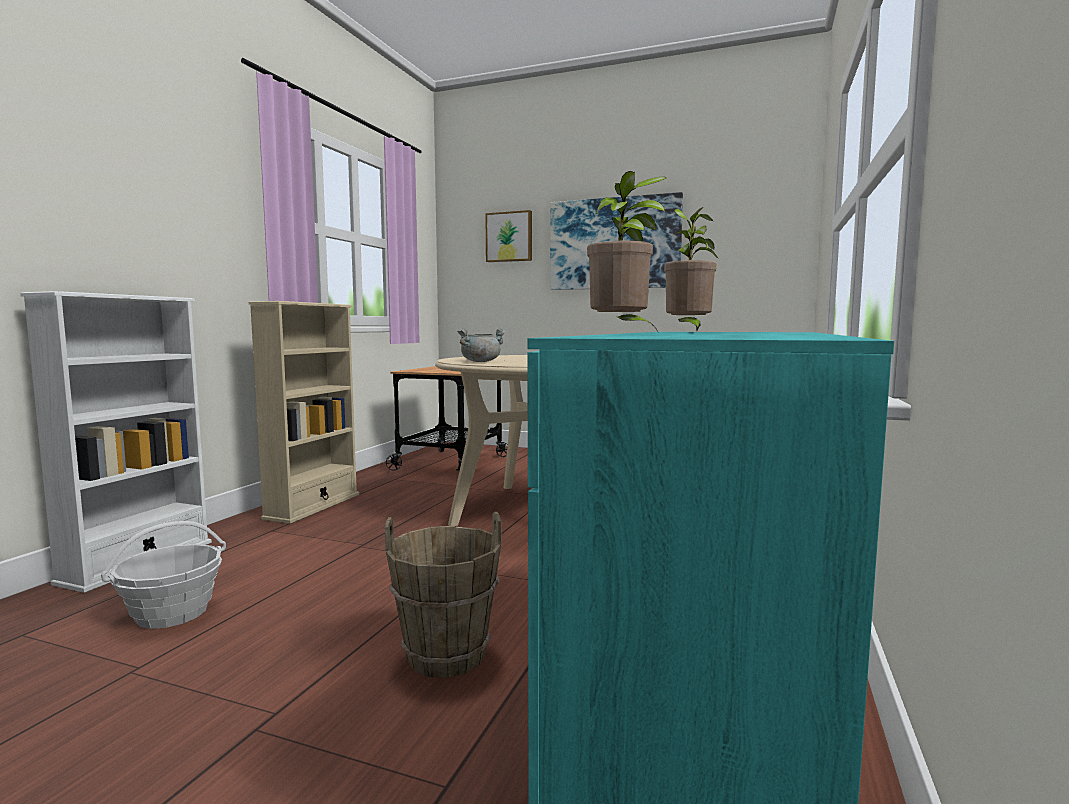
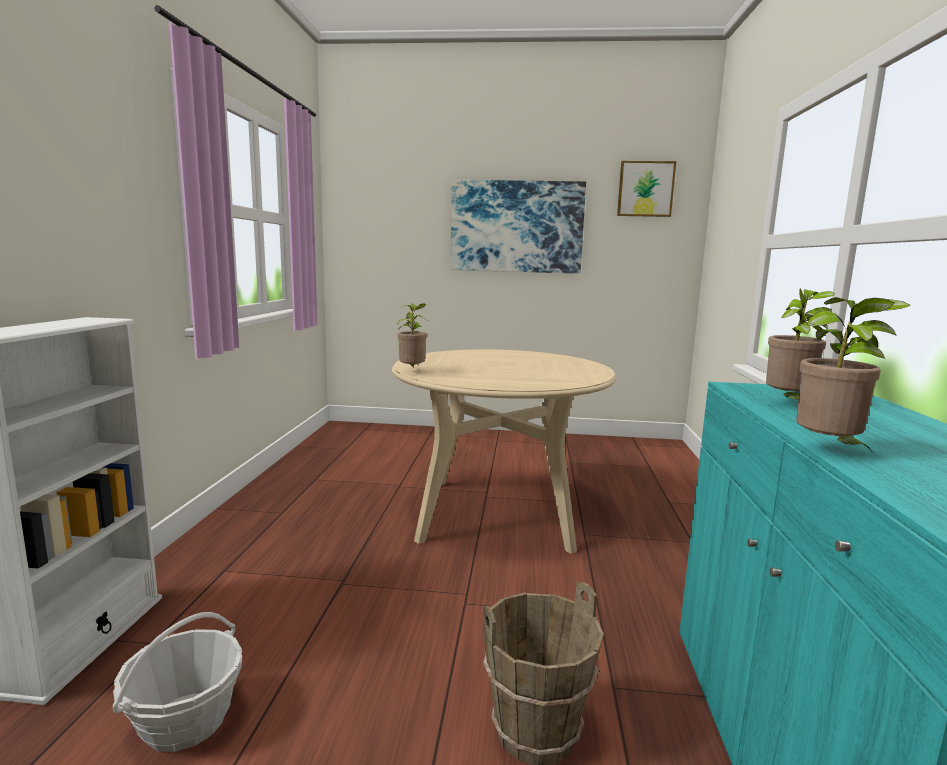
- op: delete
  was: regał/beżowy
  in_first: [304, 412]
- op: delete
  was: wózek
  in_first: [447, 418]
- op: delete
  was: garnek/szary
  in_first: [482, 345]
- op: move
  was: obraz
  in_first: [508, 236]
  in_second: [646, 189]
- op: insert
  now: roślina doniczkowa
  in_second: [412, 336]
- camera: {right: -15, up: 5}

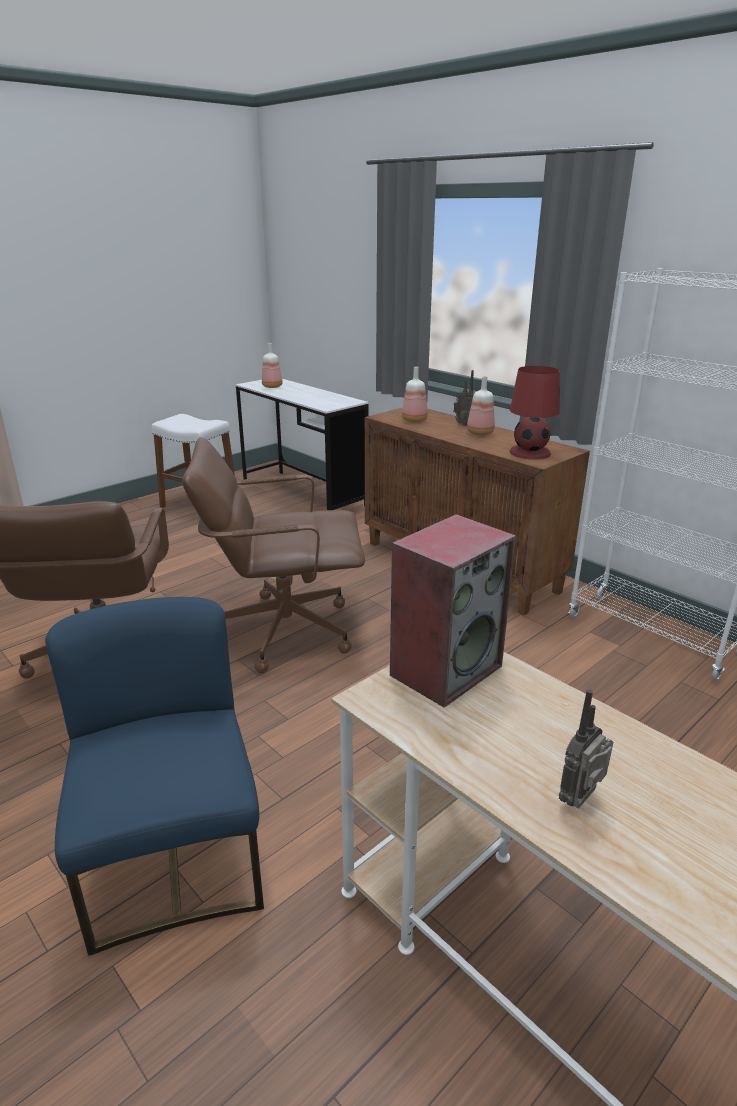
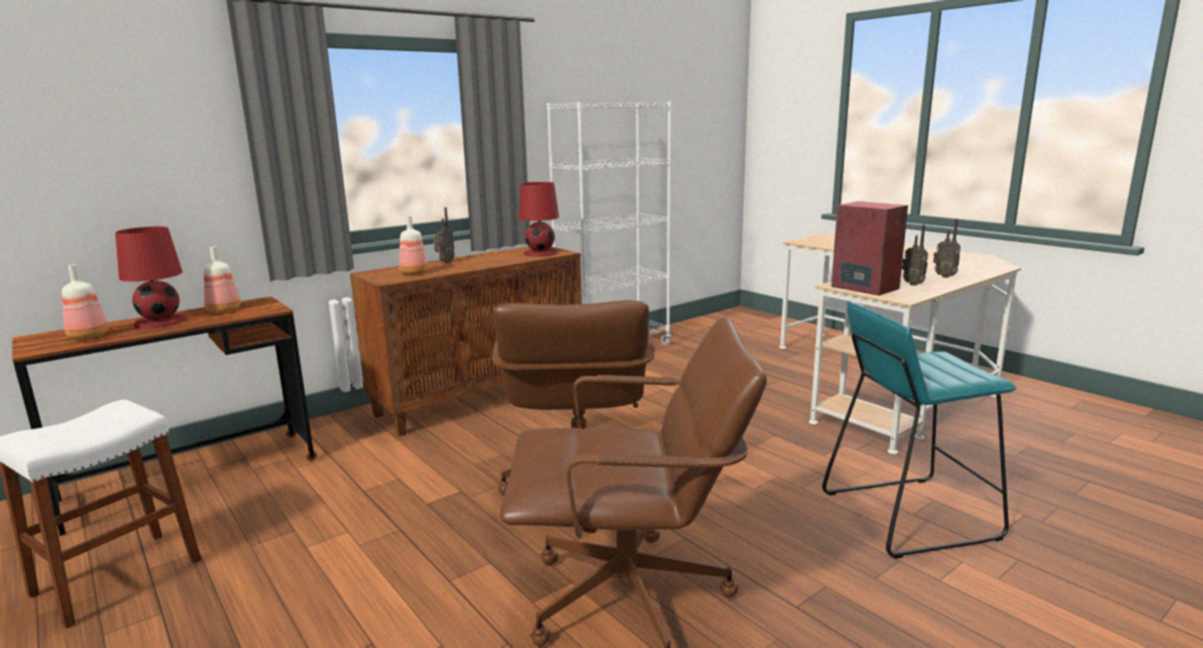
- op: replace
  was: krzesło/niebieski
  now: stołek/turkusowy
  in_first: [154, 776]
  in_second: [919, 431]
- op: recolor
  was: biurko/biały
  now: biurko/brązowy
  in_first: [302, 444]
  in_second: [164, 416]
- op: move
  was: butelka
  in_first: [481, 405]
  in_second: [222, 279]
- op: insert
  now: lampa stołowa/czerwony
  in_second: [151, 278]
- op: insert
  now: radio
  in_second: [915, 255]
- camera: {right: -85, up: -10}

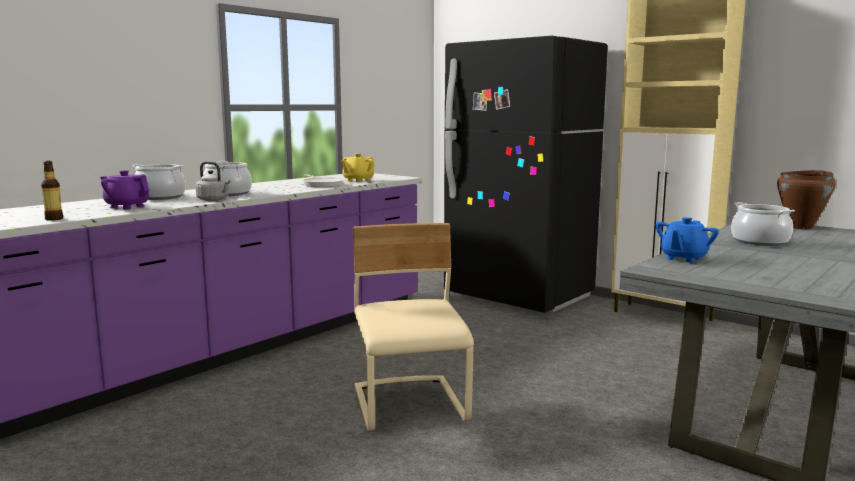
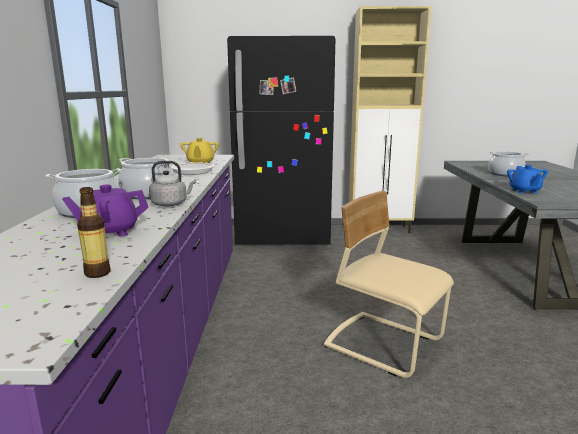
- op: delete
  was: garnek/brązowy
  in_first: [806, 199]
- camera: {right: -40, up: 5}

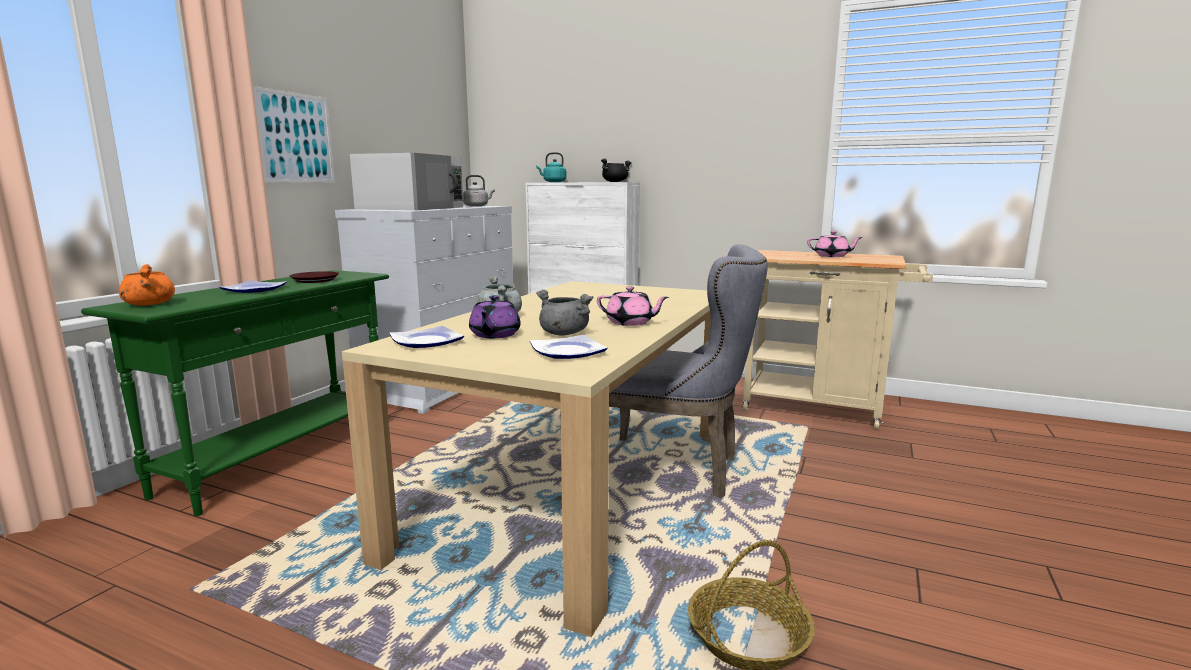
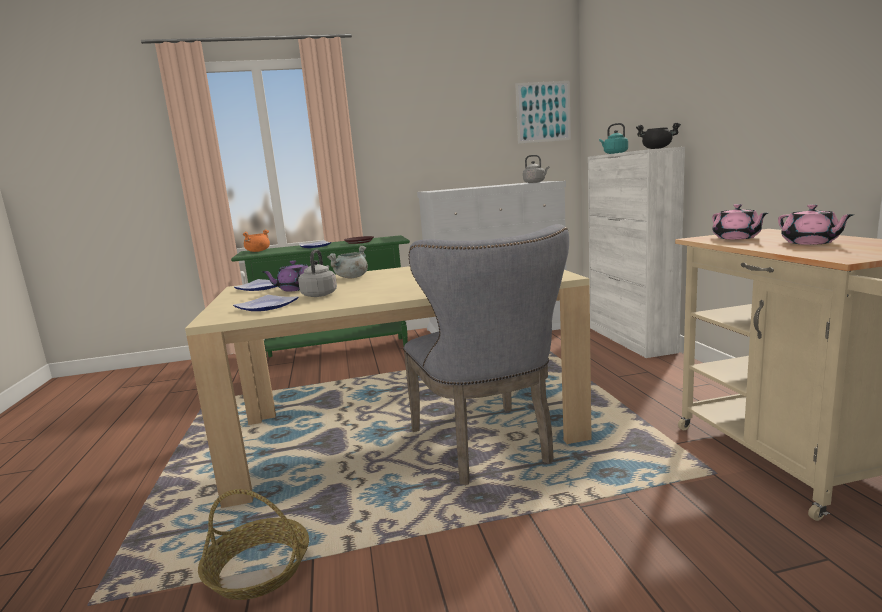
- op: move
  was: obraz
  in_first: [294, 134]
  in_second: [543, 112]
- op: delete
  was: mikrofalówka/biały
  in_first: [406, 181]
- op: replace
  was: garnek/szary
  now: czajnik/szary
  in_first: [565, 312]
  in_second: [317, 273]
- op: move
  was: imbryk/różowy
  in_first: [633, 306]
  in_second: [740, 222]
- camera: {right: 55, up: 0}

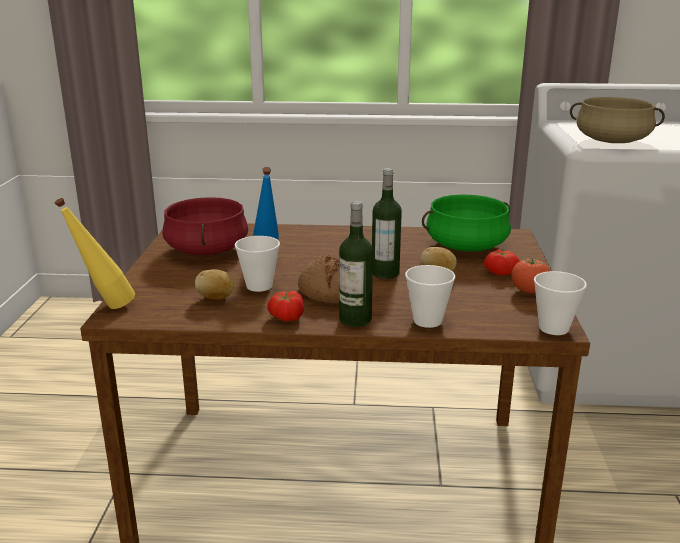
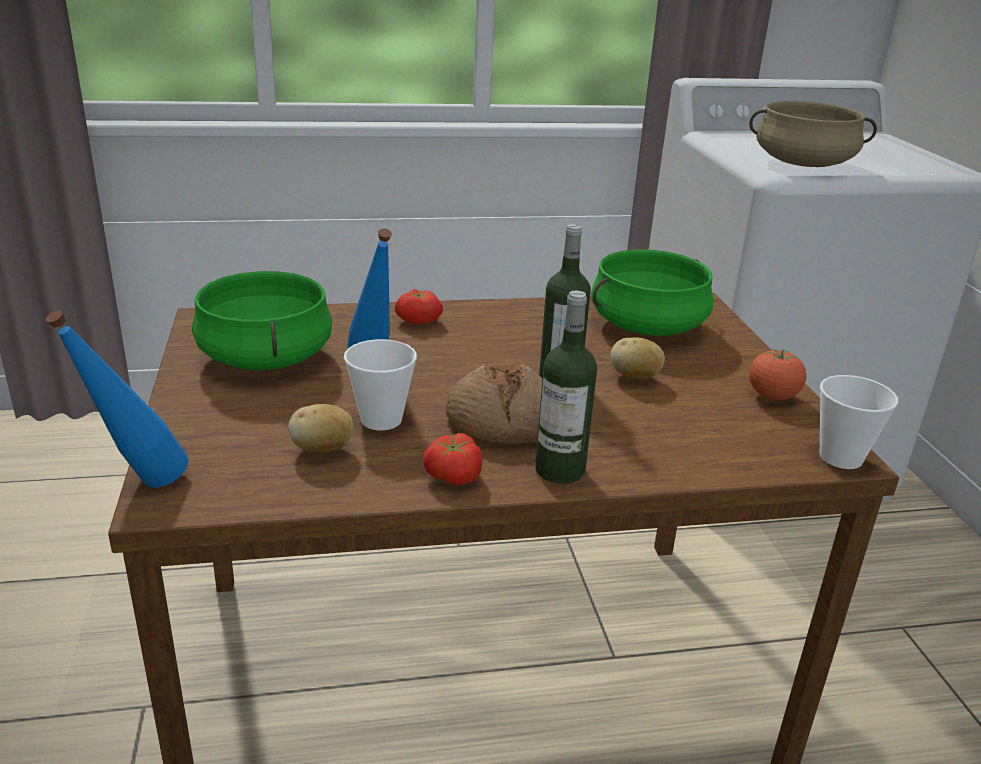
- op: recolor
  was: butelka/żółty
  now: butelka/niebieski
  in_first: [94, 253]
  in_second: [117, 399]
- op: recolor
  was: garnek/czerwony
  now: garnek/zielony
  in_first: [205, 226]
  in_second: [262, 320]
- op: delete
  was: filiżanka
  in_first: [430, 296]
- op: move
  was: pomidor
  in_first: [502, 262]
  in_second: [419, 307]
- camera: {right: -15, up: 5}

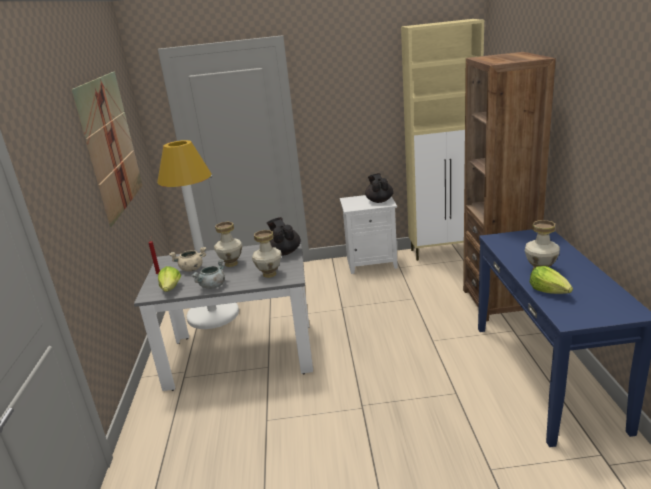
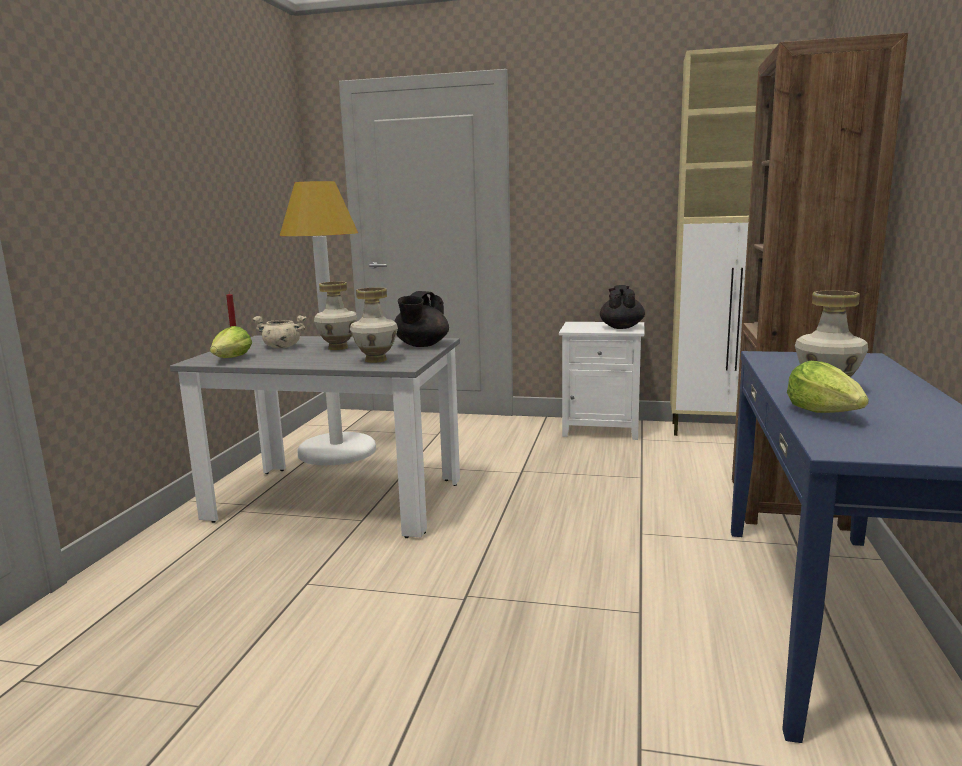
- op: delete
  was: obraz
  in_first: [107, 149]
- op: delete
  was: garnek/szary
  in_first: [208, 274]
- op: rotate
  was: imbryk/czarny
  in_first: [284, 236]
  in_second: [421, 319]
  clockwise: -150
- camera: {right: 15, up: -10}

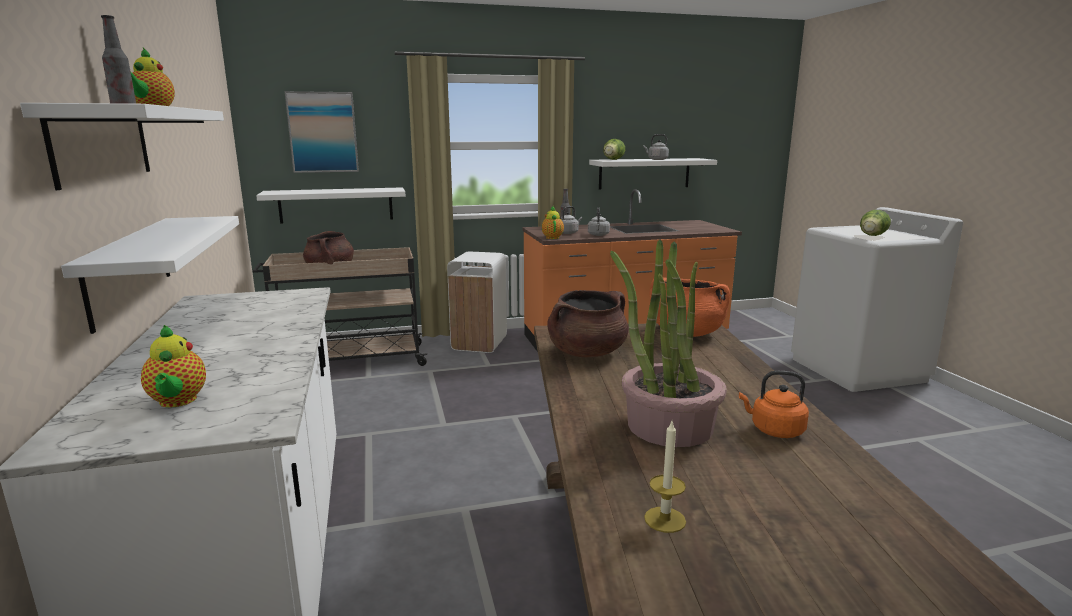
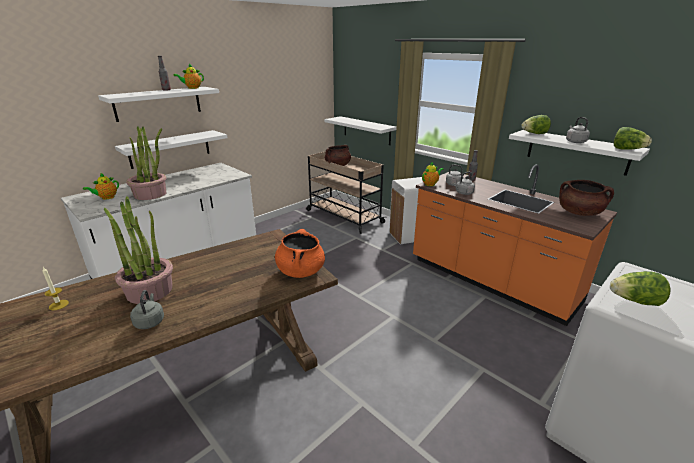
- op: delete
  was: obraz
  in_first: [322, 132]
- op: move
  was: garnek/brązowy
  in_first: [587, 323]
  in_second: [586, 198]
- op: recolor
  was: czajnik/pomarańczowy
  now: czajnik/szary
  in_first: [774, 404]
  in_second: [147, 309]
- op: insert
  now: roślina doniczkowa
  in_second: [146, 163]
- op: insert
  now: sałata
  in_second: [633, 138]
- camera: {right: 60, up: 10}

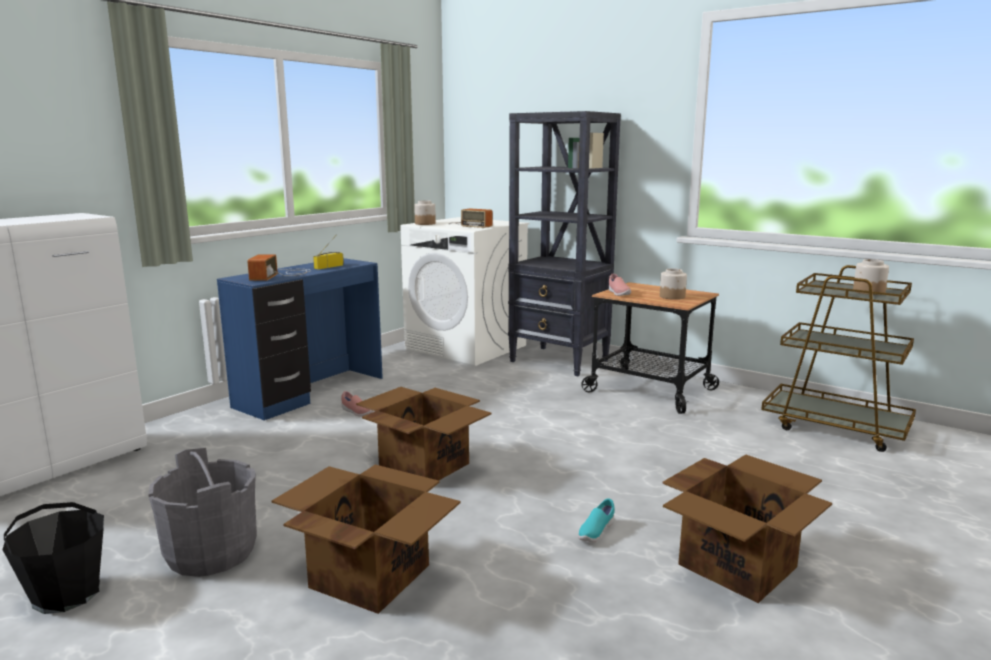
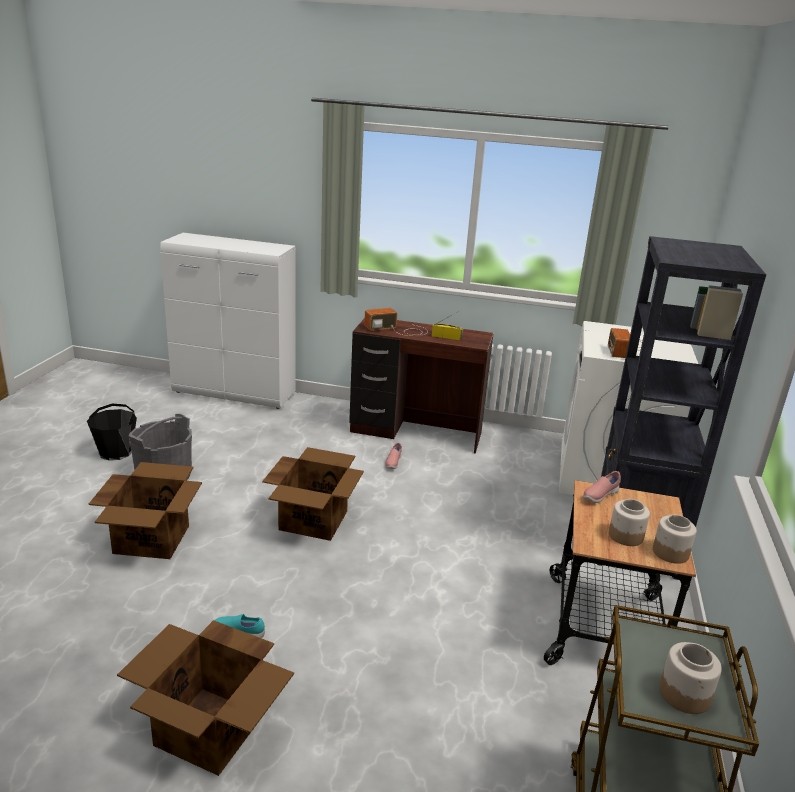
- op: recolor
  was: biurko/niebieski
  now: biurko/brązowy
  in_first: [300, 339]
  in_second: [421, 386]
- op: move
  was: słoik
  in_first: [425, 212]
  in_second: [675, 539]
- camera: {right: 65, up: 10}

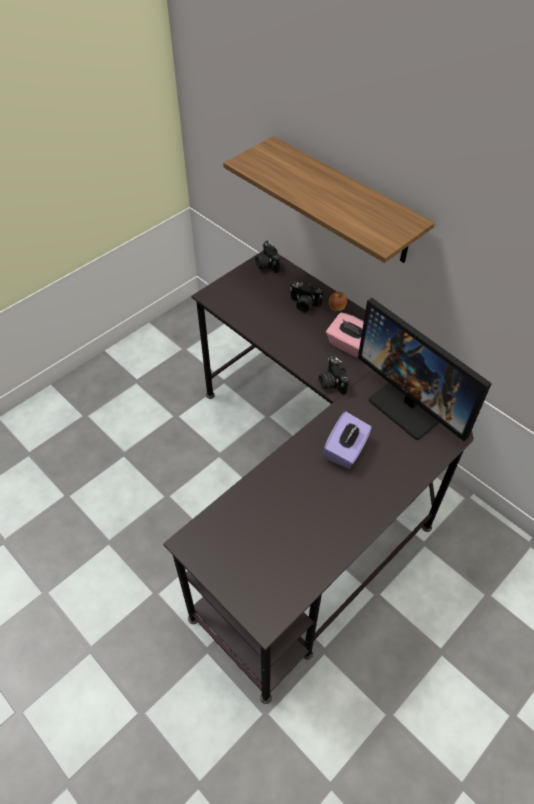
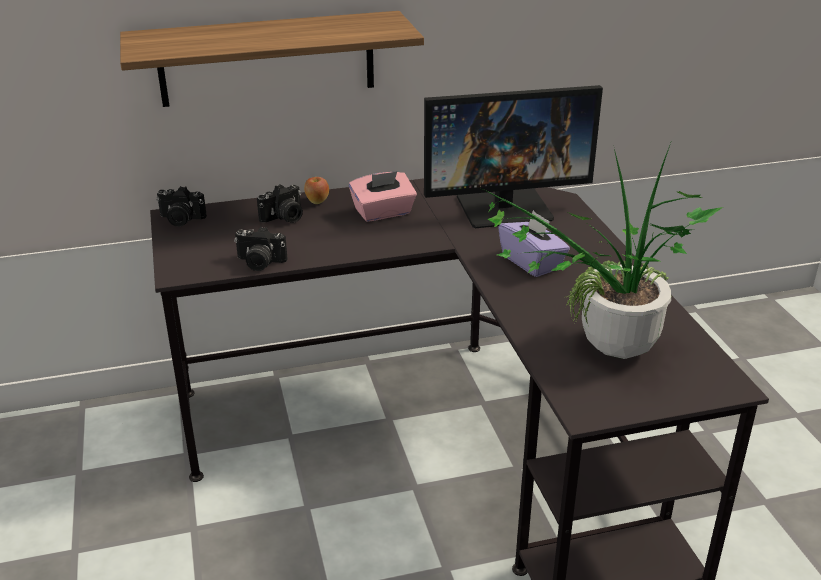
- op: move
  was: aparat fotograficzny
  in_first: [334, 375]
  in_second: [260, 249]
- op: insert
  now: roślina doniczkowa
  in_second: [600, 251]
- camera: {right: -60, up: -20}

